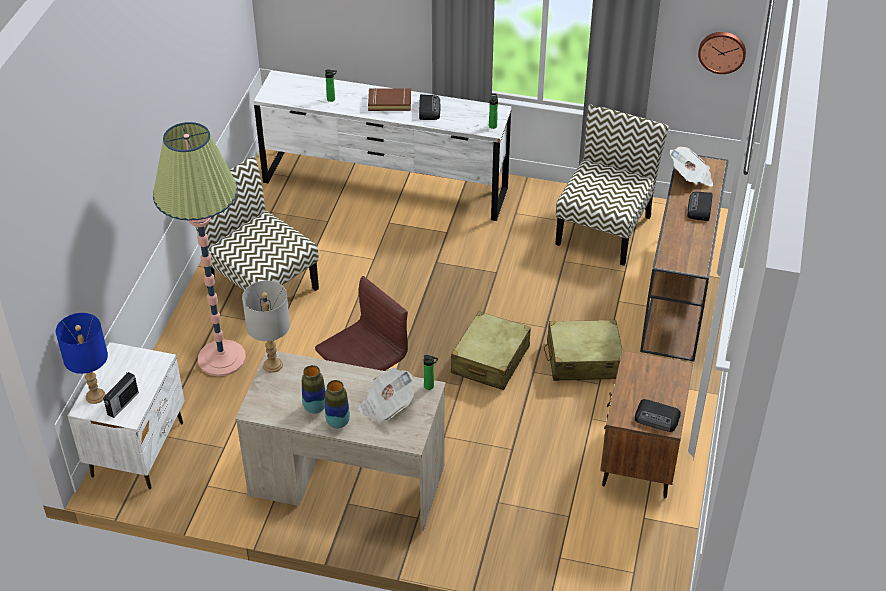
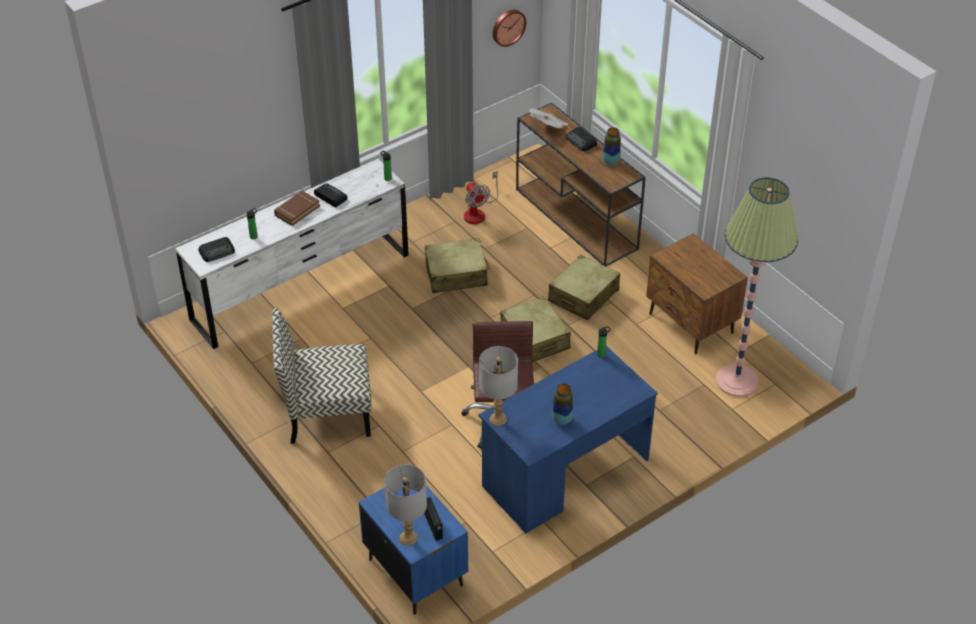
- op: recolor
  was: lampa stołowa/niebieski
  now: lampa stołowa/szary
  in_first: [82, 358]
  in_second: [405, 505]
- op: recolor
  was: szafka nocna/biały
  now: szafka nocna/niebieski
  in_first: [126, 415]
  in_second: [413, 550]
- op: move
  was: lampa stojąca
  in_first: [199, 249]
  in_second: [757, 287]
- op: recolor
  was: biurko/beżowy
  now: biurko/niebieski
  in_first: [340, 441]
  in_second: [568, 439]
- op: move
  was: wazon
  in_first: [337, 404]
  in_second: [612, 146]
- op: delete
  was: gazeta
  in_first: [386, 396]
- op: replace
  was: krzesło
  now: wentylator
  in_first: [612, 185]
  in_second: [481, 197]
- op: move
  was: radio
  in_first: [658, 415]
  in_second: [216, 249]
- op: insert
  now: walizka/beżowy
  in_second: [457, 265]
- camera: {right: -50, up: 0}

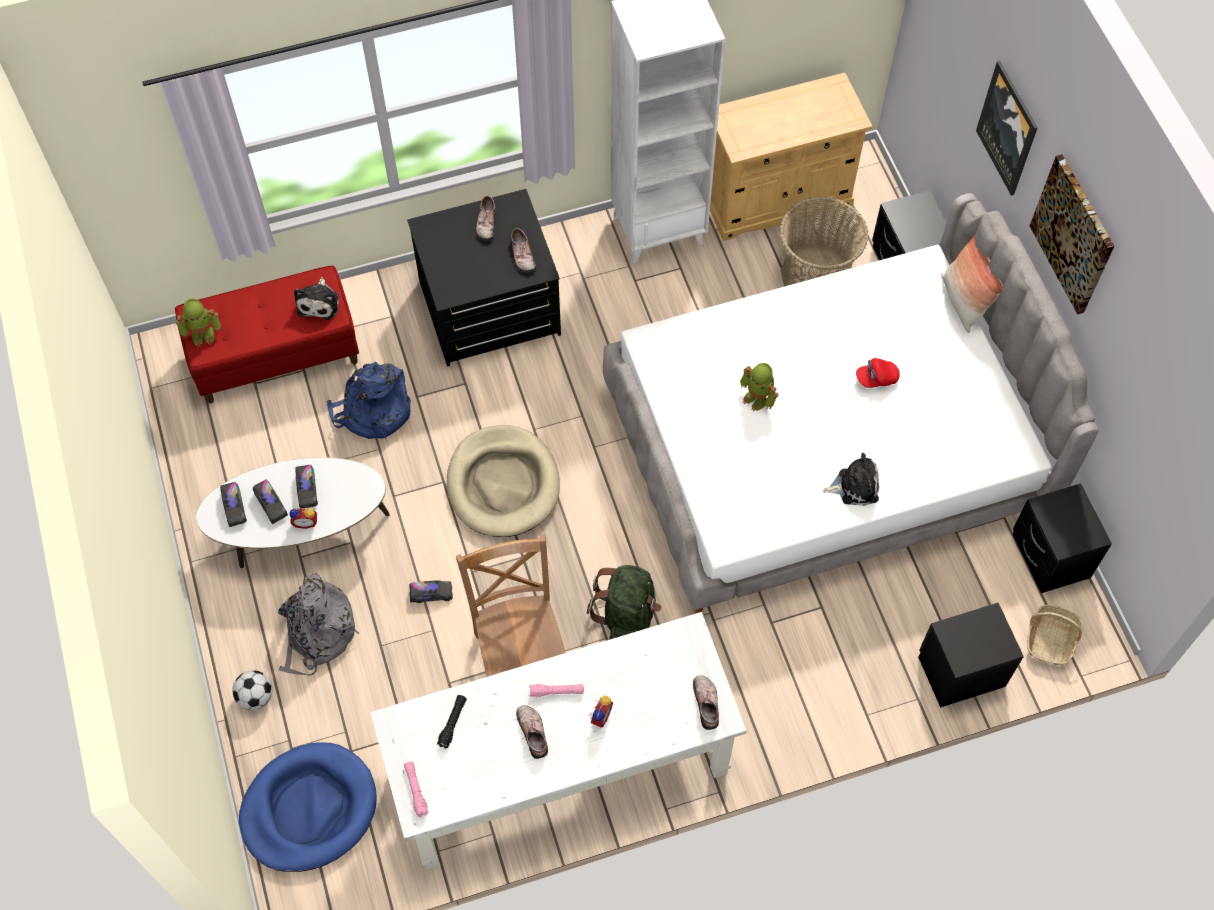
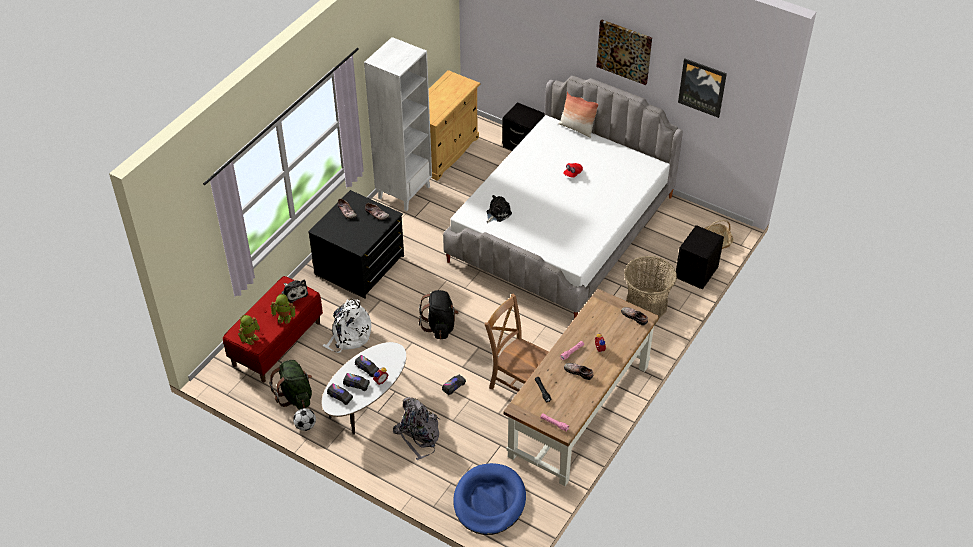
- op: move
  was: piłka futbolowa
  in_first: [252, 690]
  in_second: [304, 419]
- op: recolor
  was: plecak/niebieski
  now: plecak/biały
  in_first: [369, 400]
  in_second: [346, 325]
- op: recolor
  was: biurko/biały
  now: biurko/brązowy
  in_first: [558, 741]
  in_second: [581, 387]
- op: replace
  was: legowisko/beżowy
  now: plecak/czarny
  in_first: [503, 481]
  in_second: [439, 314]
- op: move
  was: plecak/zielony
  in_first: [624, 602]
  in_second: [290, 385]
- op: move
  was: robot zabawkowy
  in_first: [759, 387]
  in_second: [283, 309]
- op: move
  was: koszyk
  in_first: [824, 241]
  in_second: [650, 287]
- op: move
  was: pluszak
  in_first: [851, 479]
  in_second: [499, 209]
- op: move
  was: obraz
  in_first: [1007, 128]
  in_second: [702, 88]
- op: delete
  was: szafka nocna/czarny
  in_first: [1062, 538]
- camera: {right: -40, up: -15}

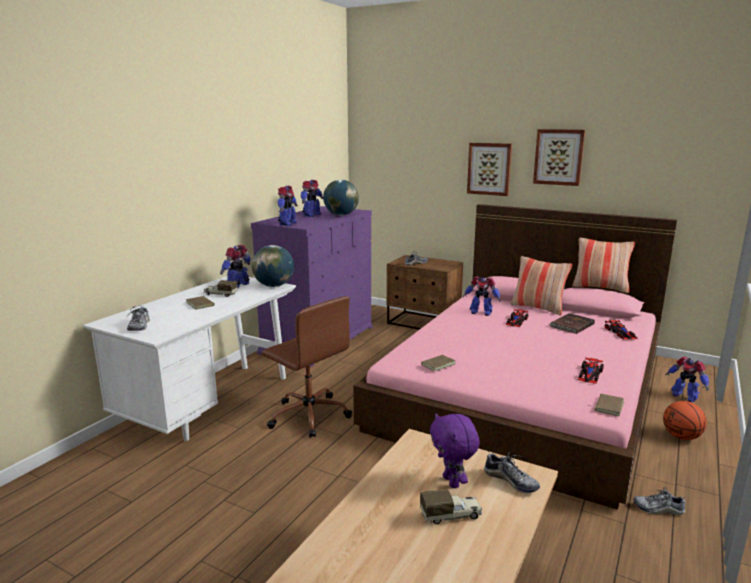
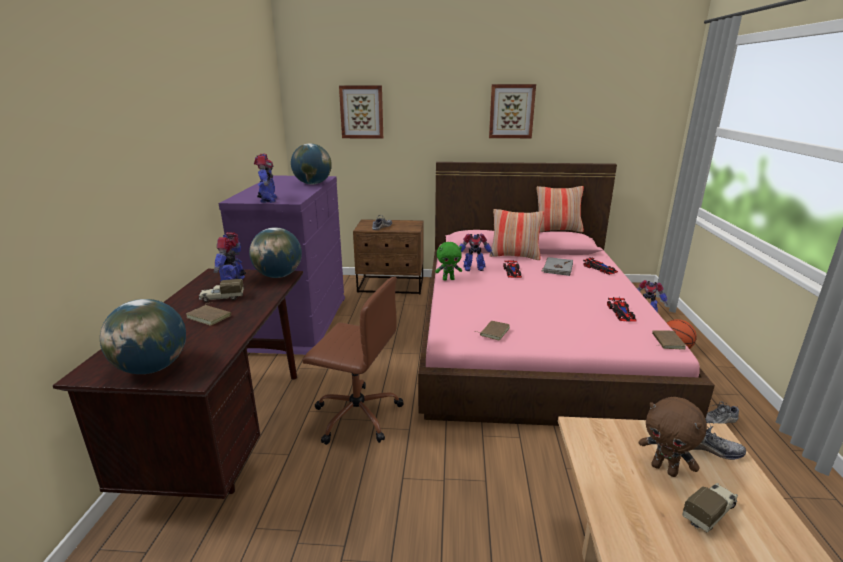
- op: recolor
  was: biurko/biały
  now: biurko/brązowy
  in_first: [189, 358]
  in_second: [177, 384]
- op: replace
  was: but
  now: globus
  in_first: [138, 318]
  in_second: [143, 336]
- op: delete
  was: robot zabawkowy
  in_first: [312, 198]
- op: recolor
  was: pluszak/fioletowy
  now: pluszak/brązowy
  in_first: [455, 450]
  in_second: [673, 437]
- op: move
  was: obraz
  in_first: [489, 169]
  in_second: [361, 112]
- op: recolor
  was: książka/brązowy
  now: książka/szary
  in_first: [572, 323]
  in_second: [557, 266]
- op: insert
  now: pluszak/zielony
  in_second: [448, 261]
- camera: {right: -25, up: 5}

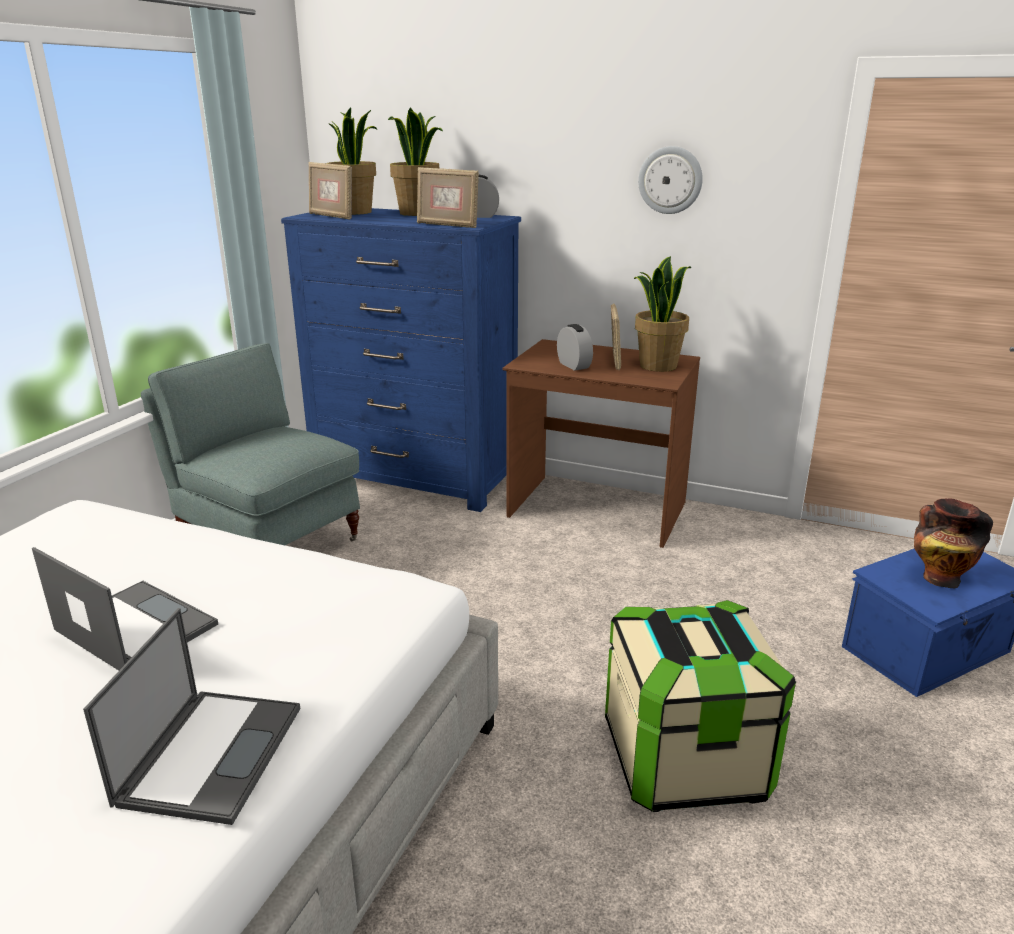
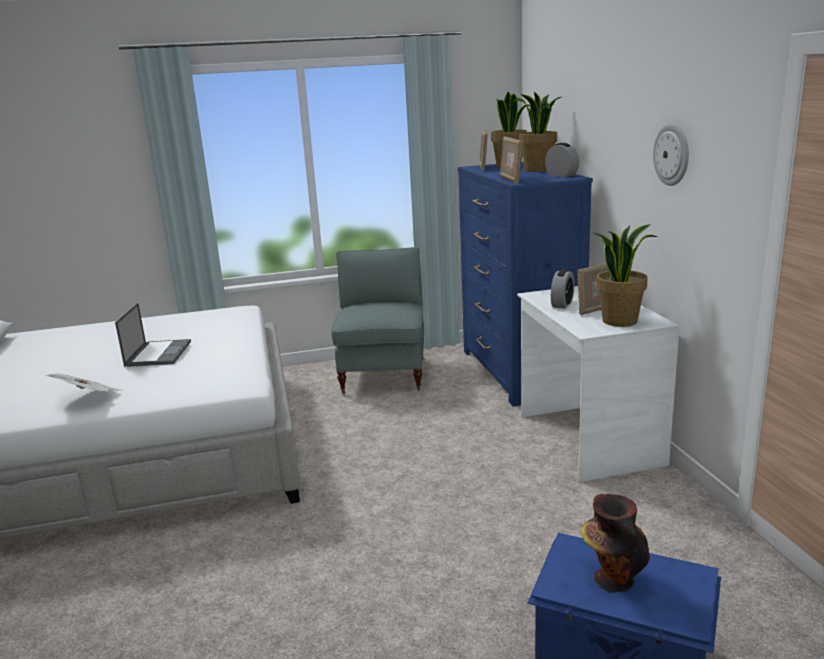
- op: replace
  was: laptop
  now: gazeta
  in_first: [191, 716]
  in_second: [83, 383]
- op: recolor
  was: biurko/brązowy
  now: biurko/biały
  in_first: [601, 443]
  in_second: [598, 384]
- op: delete
  was: pojemnik do przechowywania
  in_first: [700, 706]
- camera: {right: 55, up: -5}

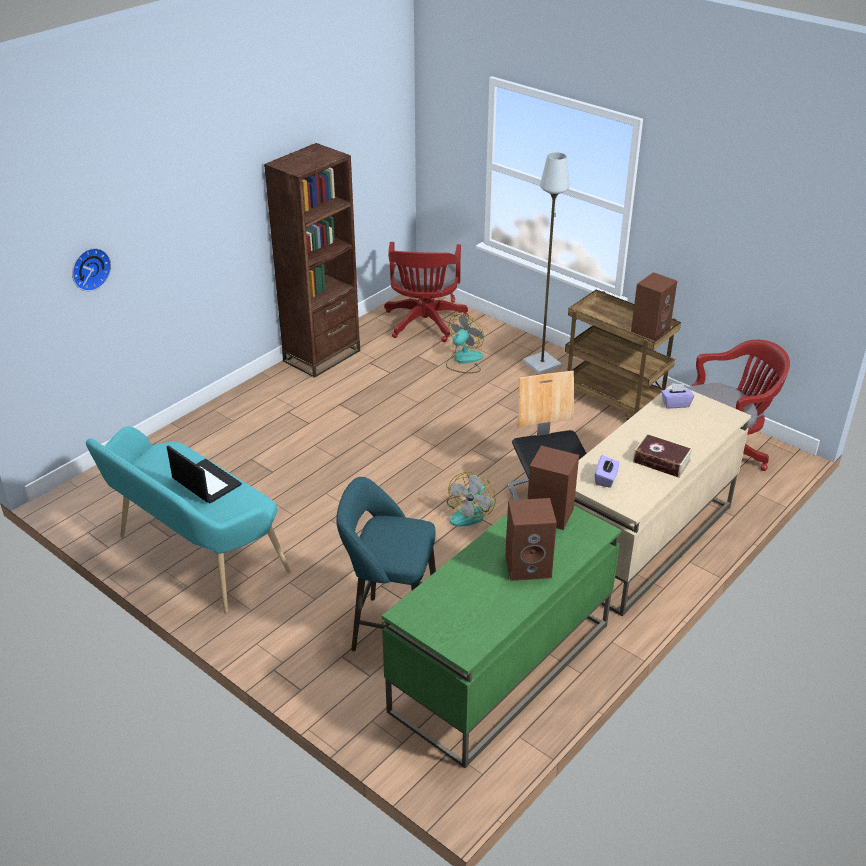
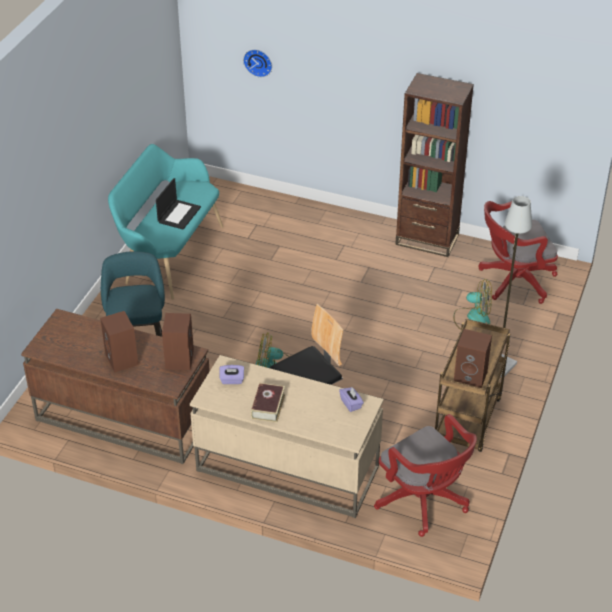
- op: recolor
  was: biurko/zielony
  now: biurko/brązowy
  in_first: [502, 633]
  in_second: [115, 386]
- camera: {right: 70, up: 5}

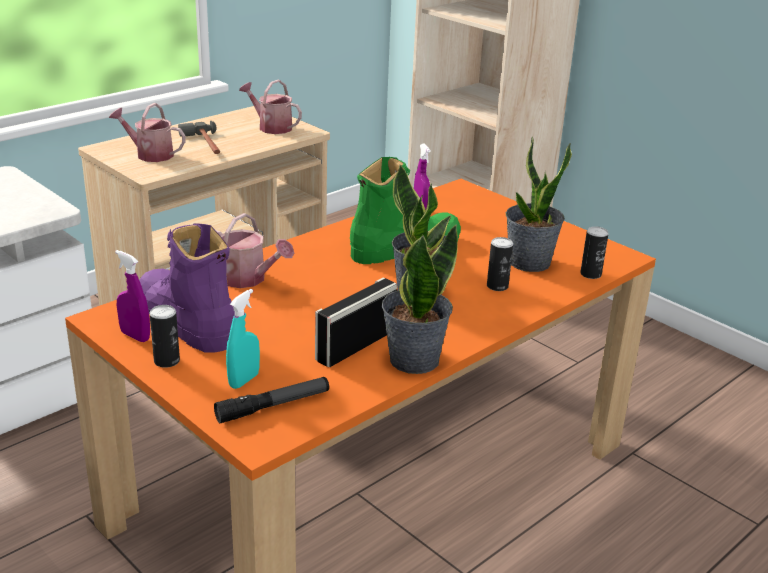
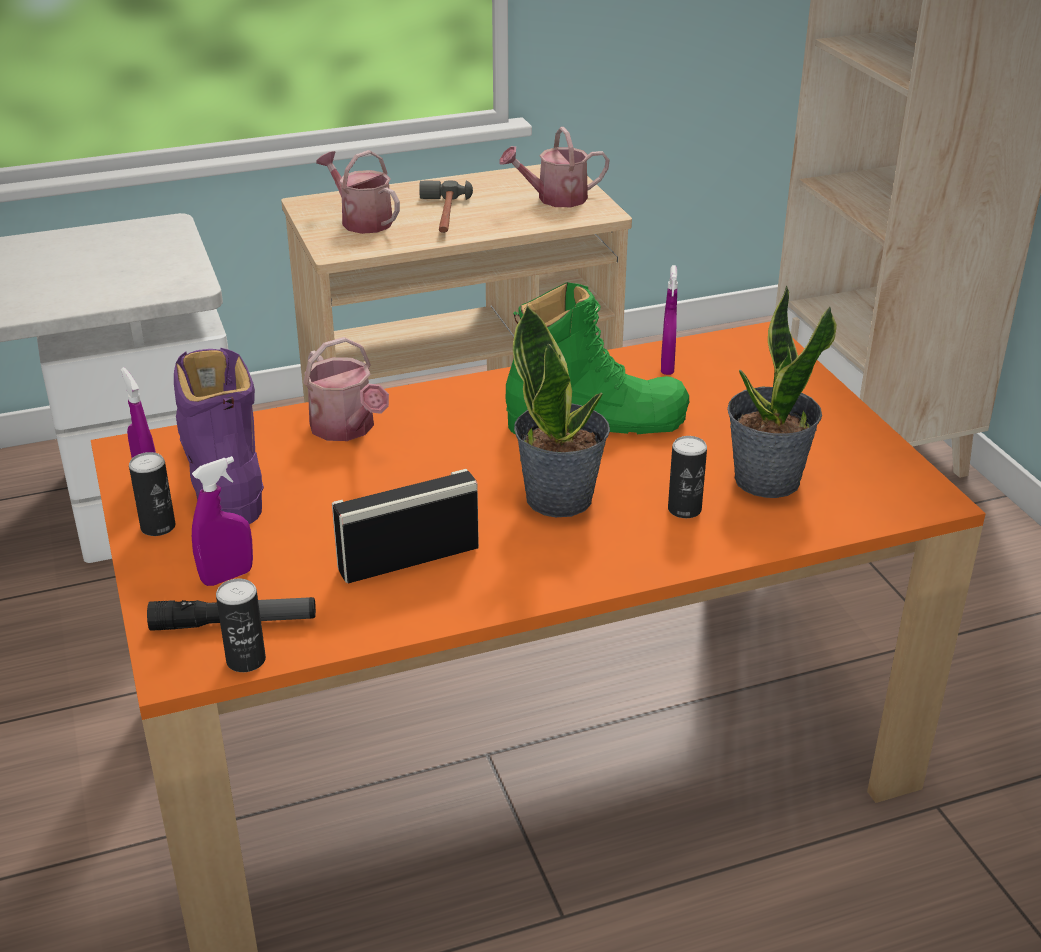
- op: recolor
  was: spryskiwacz/turkusowy
  now: spryskiwacz/fioletowy
  in_first: [243, 339]
  in_second: [222, 521]
- op: rotate
  was: konewka
  in_first: [270, 107]
  in_second: [555, 167]
  clockwise: -75
- op: delete
  was: roślina doniczkowa
  in_first: [420, 299]
- op: move
  was: puszka
  in_first: [594, 252]
  in_second: [241, 625]
- camera: {right: 25, up: 5}

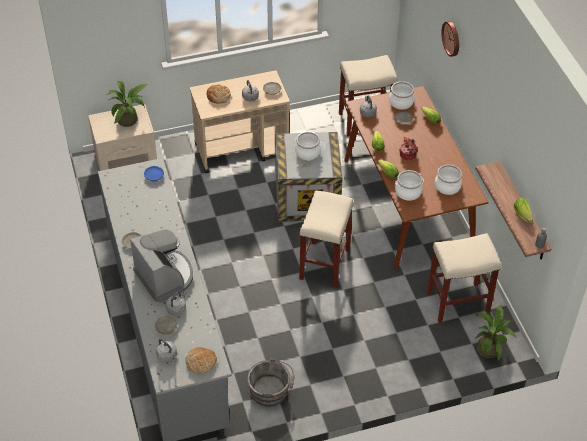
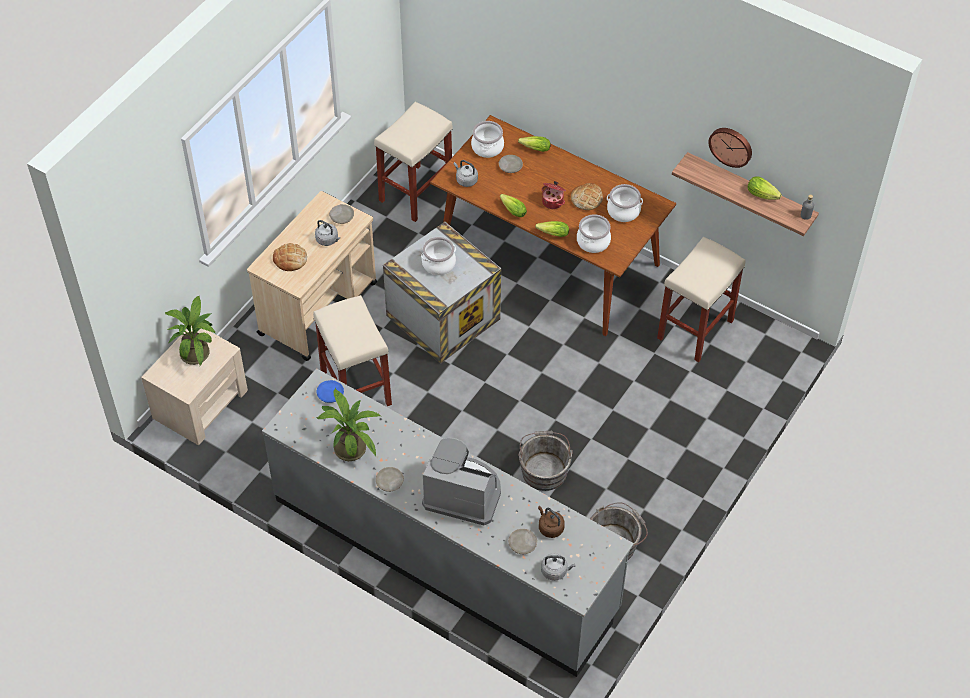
- op: delete
  was: czajnik/szary
  in_first: [176, 303]
- op: move
  was: chleb
  in_first: [201, 360]
  in_second: [587, 196]
- op: move
  was: stołek/beżowy
  in_first: [326, 239]
  in_second: [352, 350]
- op: move
  was: zegar ścienny
  in_first: [450, 39]
  in_second: [730, 148]
- op: move
  was: roślina doniczkowa
  in_first: [495, 332]
  in_second: [349, 424]
- op: insert
  now: wiadro/szary
  in_second: [545, 461]
- op: insert
  now: czajnik/brązowy
  in_second: [551, 522]
- camera: {right: -40, up: 5}

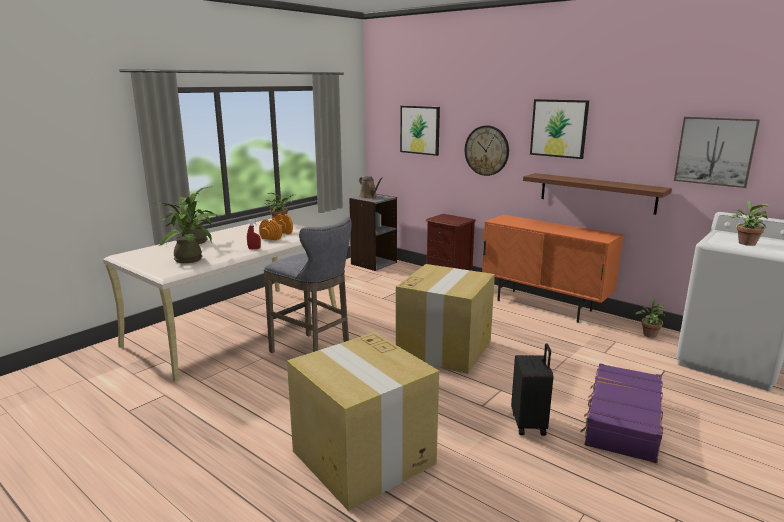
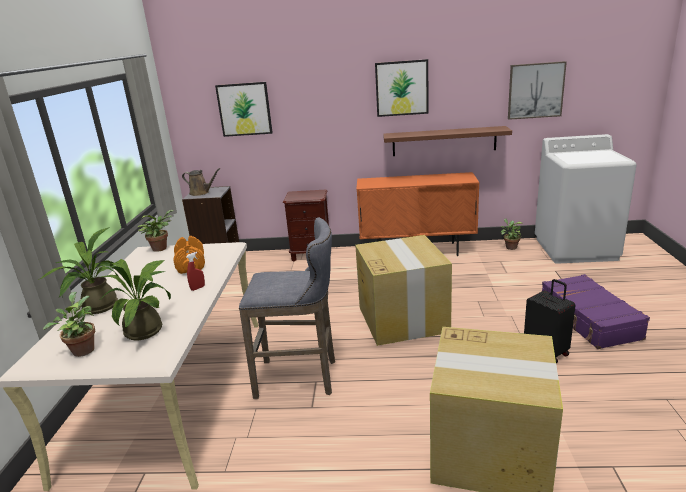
- op: delete
  was: zegar ścienny
  in_first: [487, 150]
- op: move
  was: roślina doniczkowa
  in_first: [750, 223]
  in_second: [69, 324]
- camera: {right: -35, up: 5}

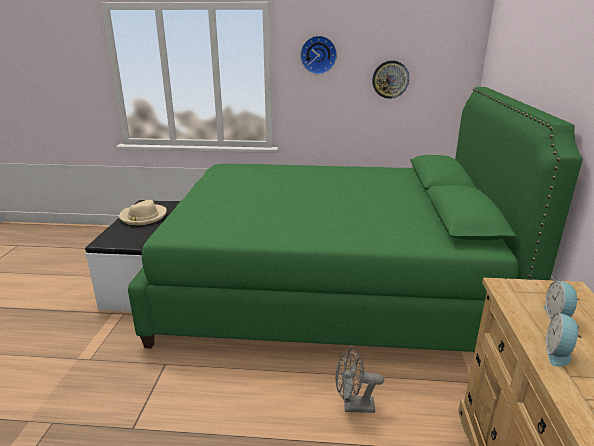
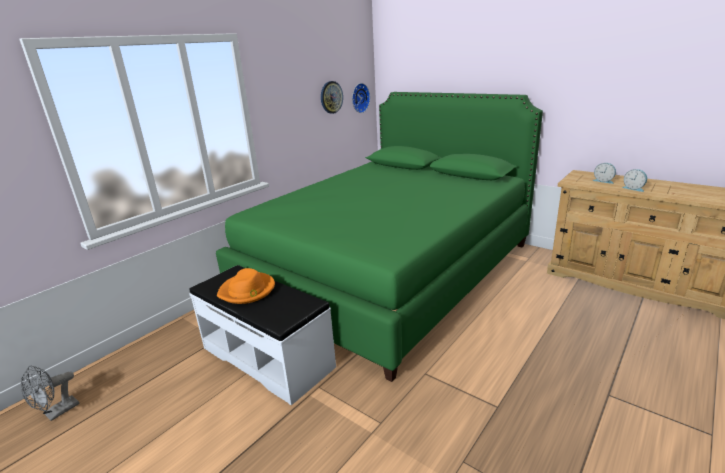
- op: recolor
  was: kapelusz/beżowy
  now: kapelusz/pomarańczowy
  in_first: [143, 212]
  in_second: [246, 286]
- op: move
  was: zegar ścienny
  in_first: [318, 54]
  in_second: [361, 98]
- op: move
  was: wentylator/szary
  in_first: [360, 380]
  in_second: [50, 393]
- camera: {right: -55, up: 0}

